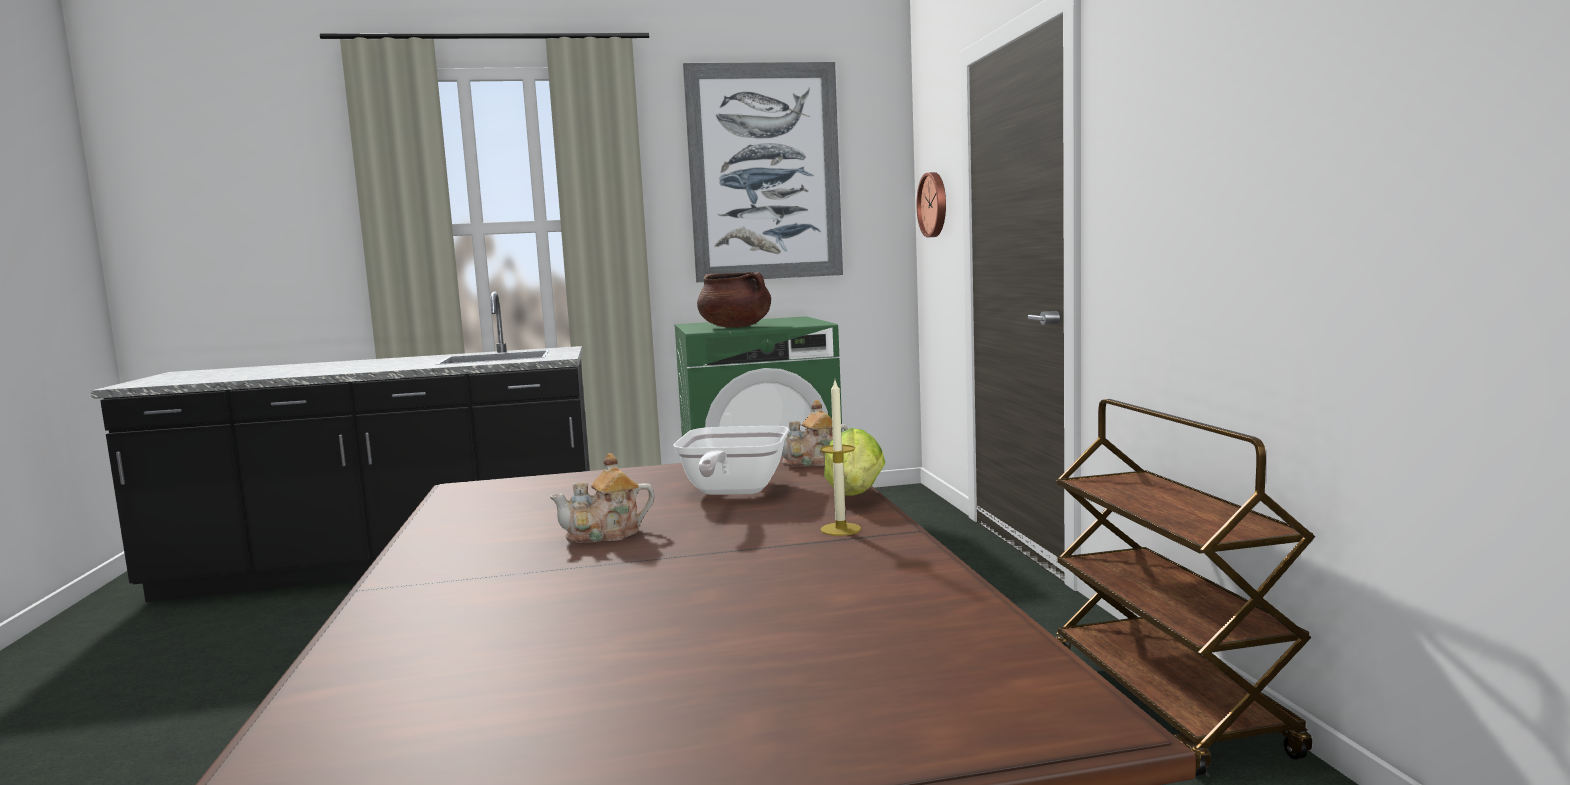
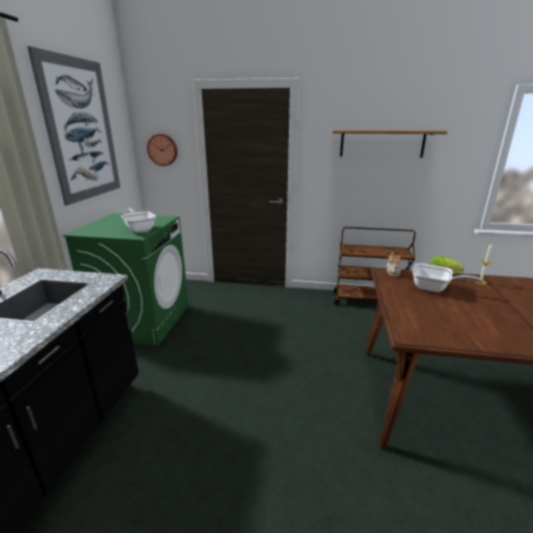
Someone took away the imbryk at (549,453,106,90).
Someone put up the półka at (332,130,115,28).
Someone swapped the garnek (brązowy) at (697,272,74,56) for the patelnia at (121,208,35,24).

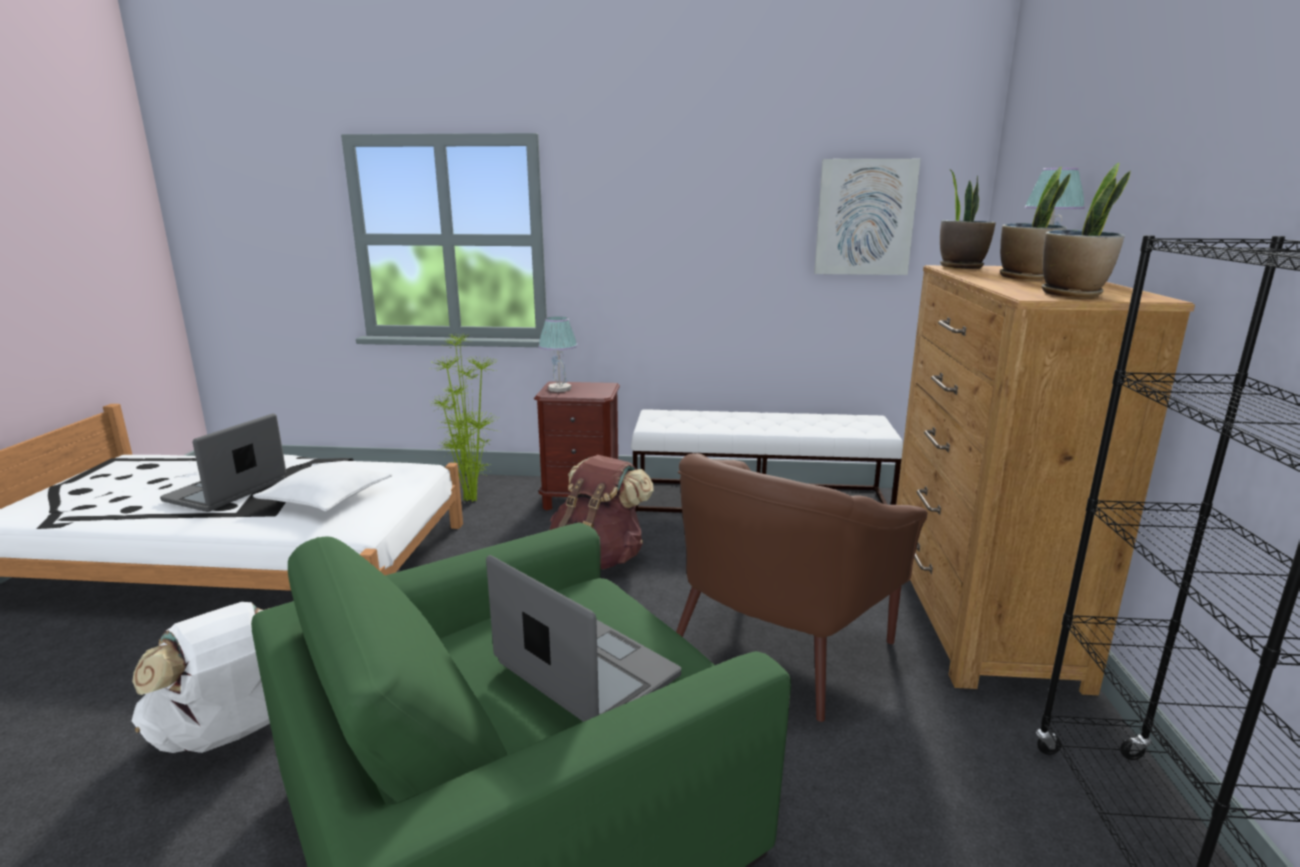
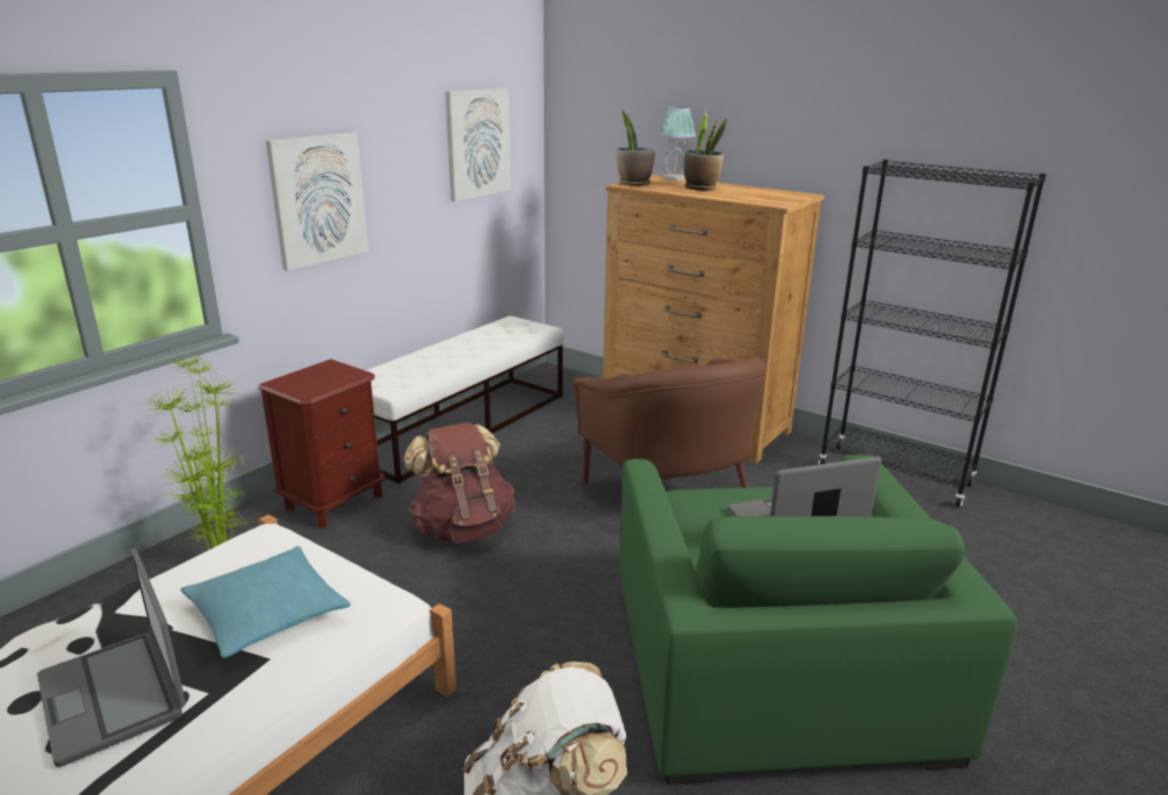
Someone took away the lampa stołowa at (538,316,40,76).
Someone took away the roślina doniczkowa at (1042,163,89,134).
Someone put up the obraz at (266,132,103,139).
Someone repainted the poduszka (biały) at (253,463,139,49), which became the poduszka (turkusowy) at (181,546,170,112).

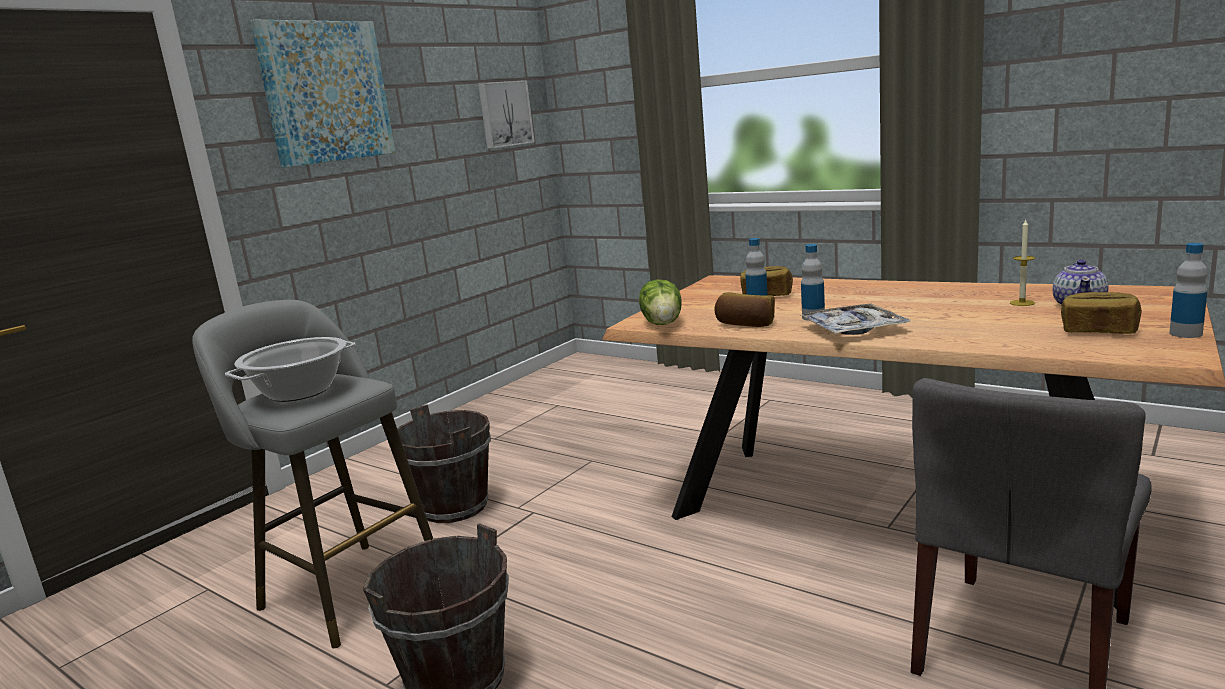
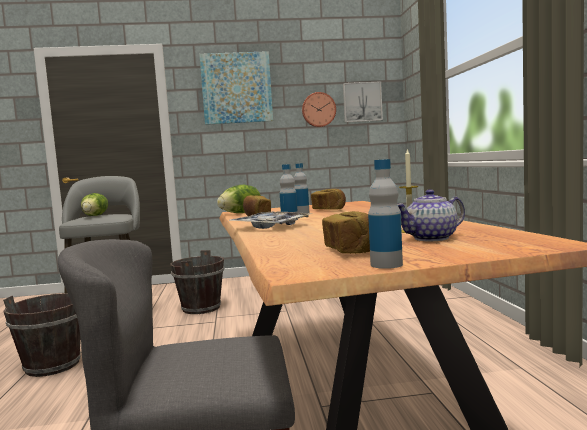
Someone put up the zegar ścienny at (302,92,34,35).
Someone swapped the garnek at (225,337,131,65) for the sałata at (81,193,27,23).

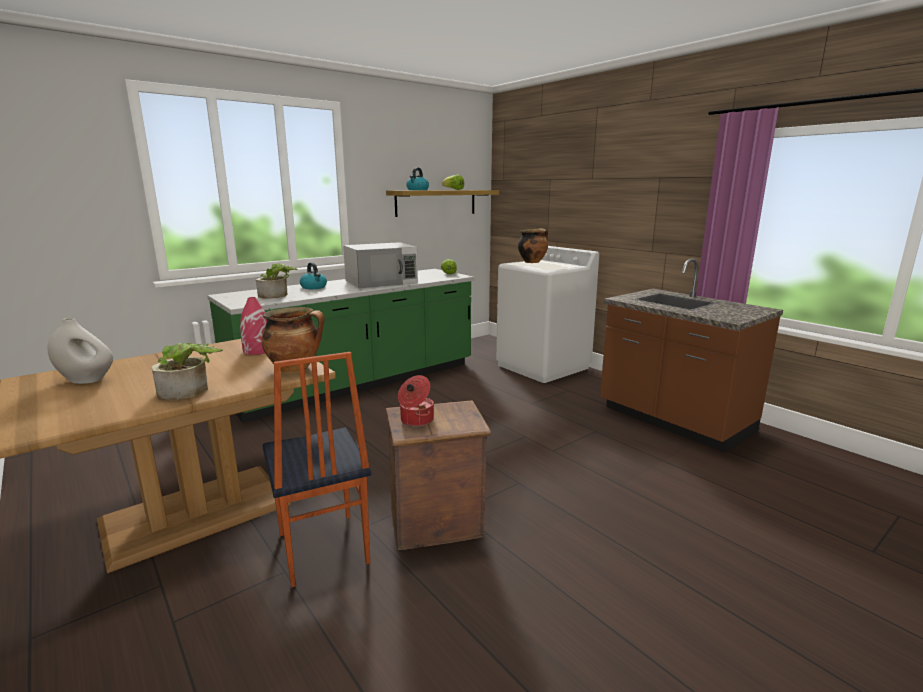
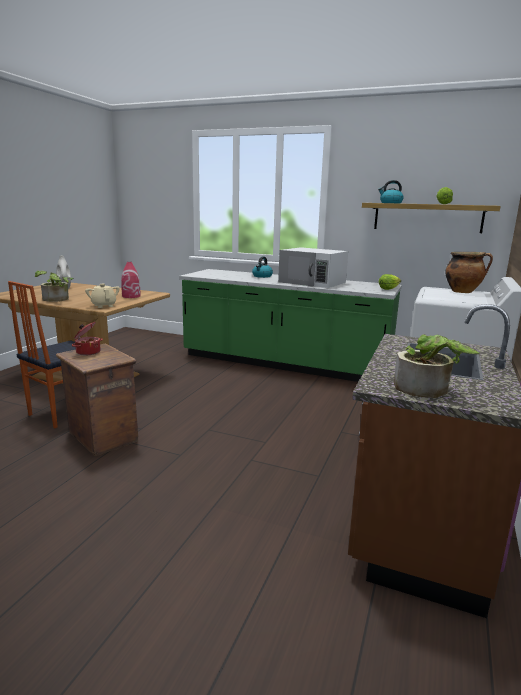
Someone carried the roślina doniczkowa from (256,263,41,36) to (394,334,86,64).
Someone swapped the garnek at (262,307,63,66) for the imbryk (beżowy) at (85,284,35,24).

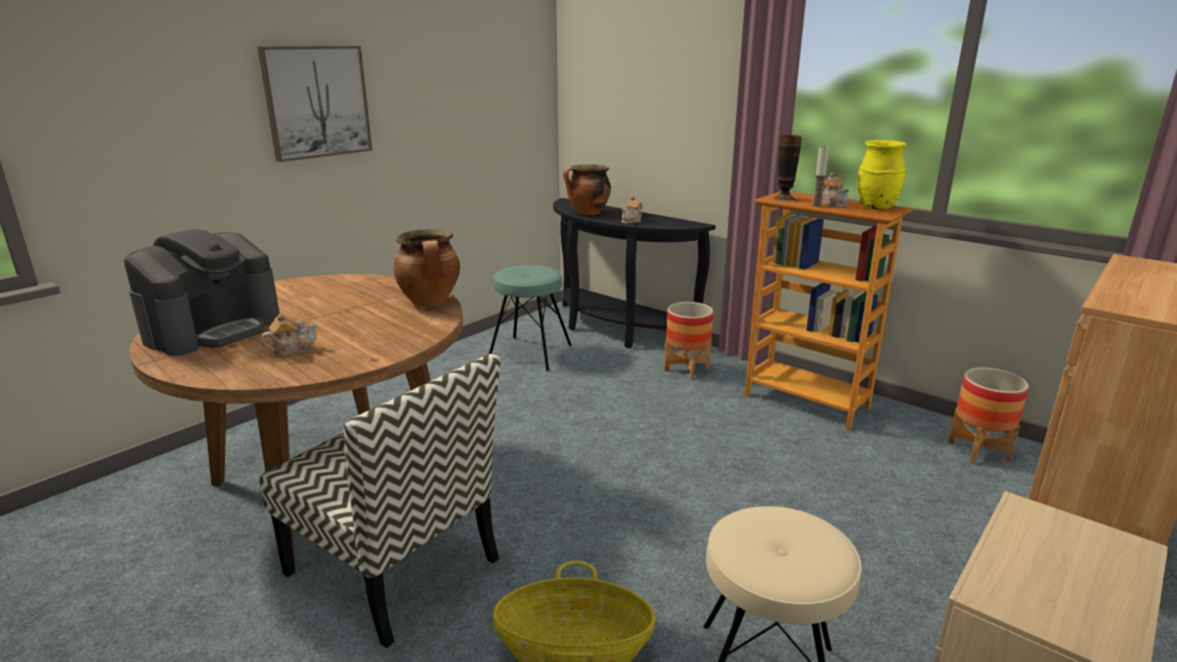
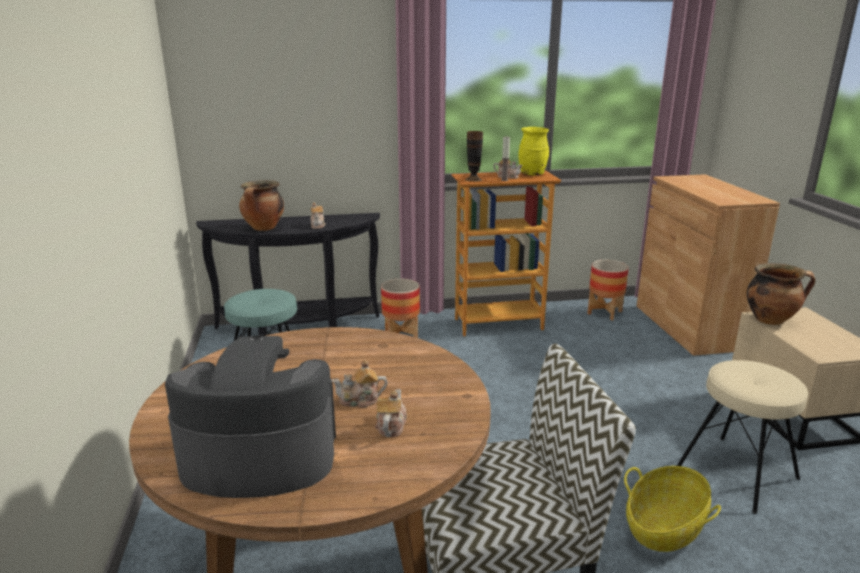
Someone took away the obraz at (258,46,114,116).
Someone put down the imbryk at (332,360,55,48).
Someone carried the garnek from (393,229,67,78) to (747,263,68,62).
Someone rotated the ekspres do kawy at (124,229,156,127) by 75 degrees counterclockwise.

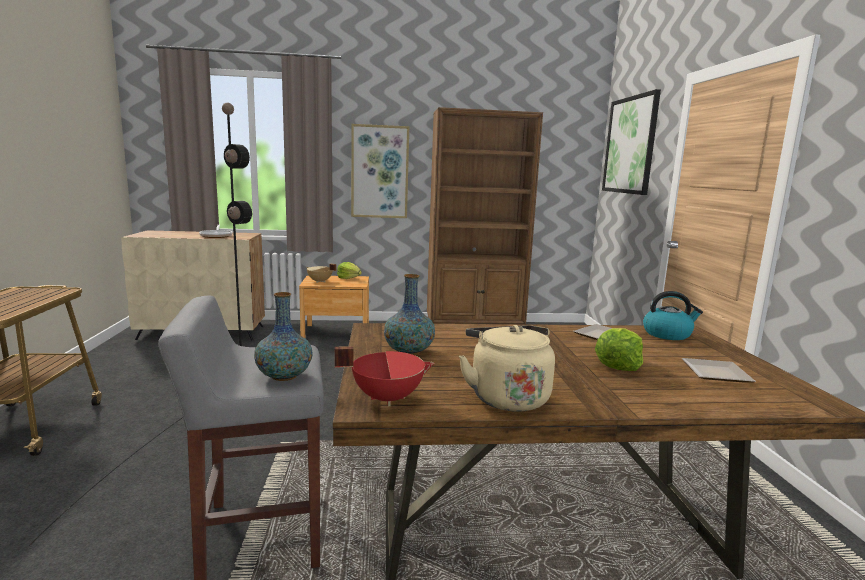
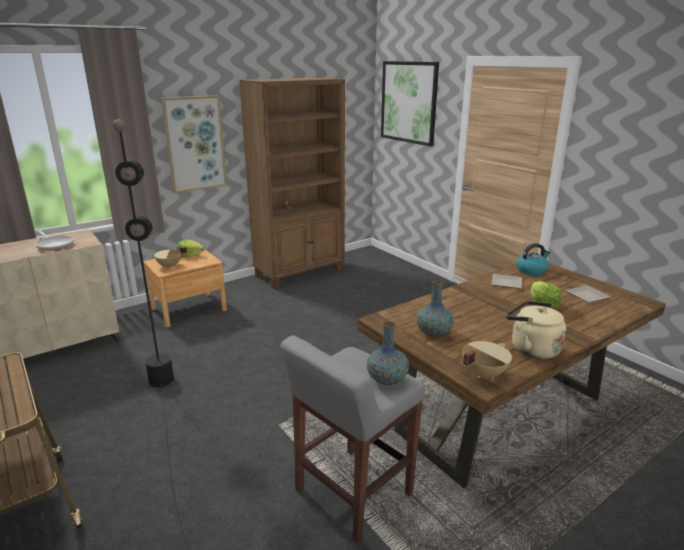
Someone repainted the garnek (czerwony) at (335,346,100,60), which became the garnek (beżowy) at (463,341,49,38).

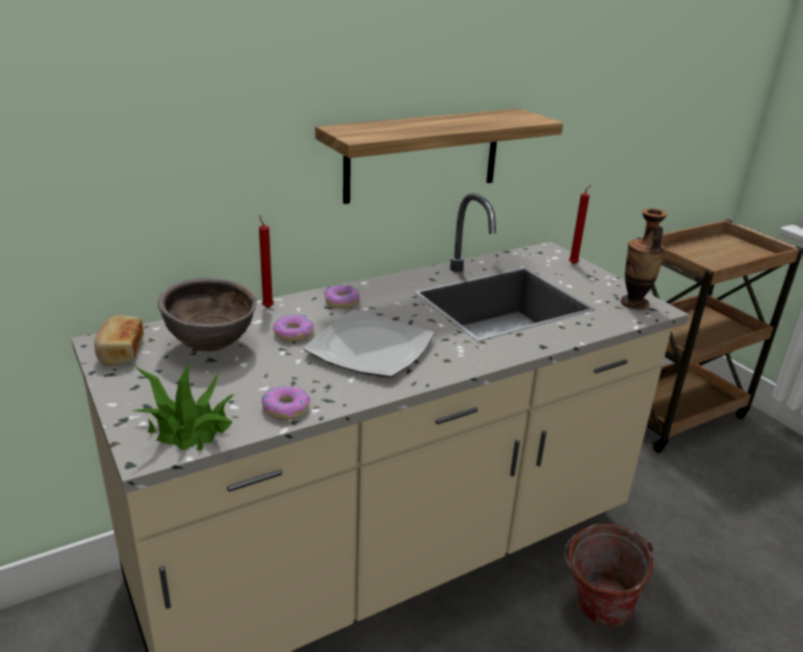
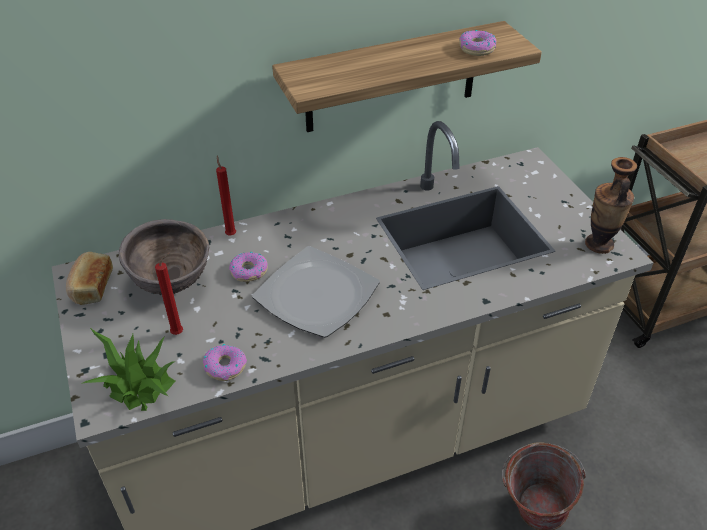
Someone carried the donut from (325,285,35,23) to (459,30,37,26).
Someone carried the świeca (czerwony) from (569,185,22,79) to (155,253,28,82).

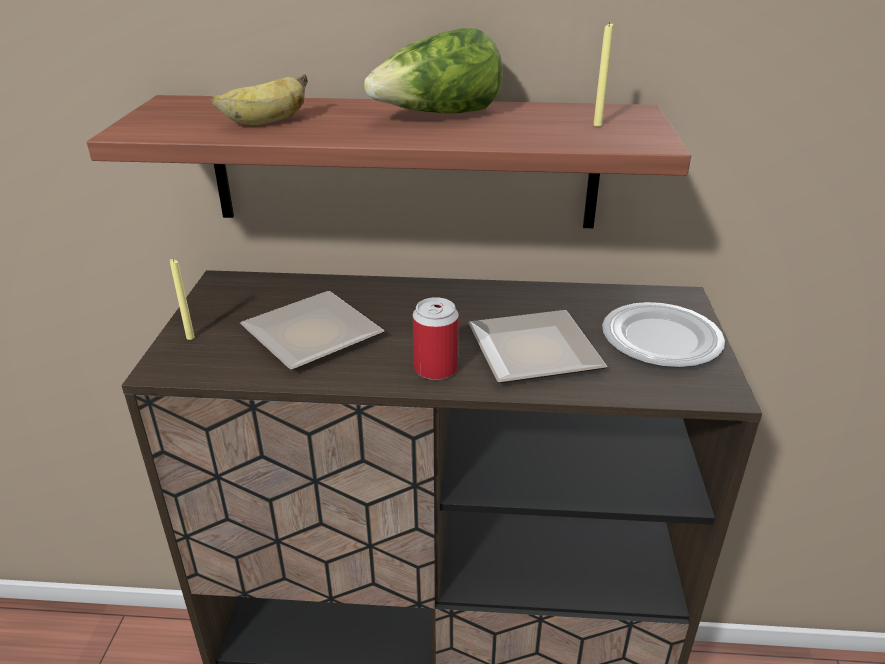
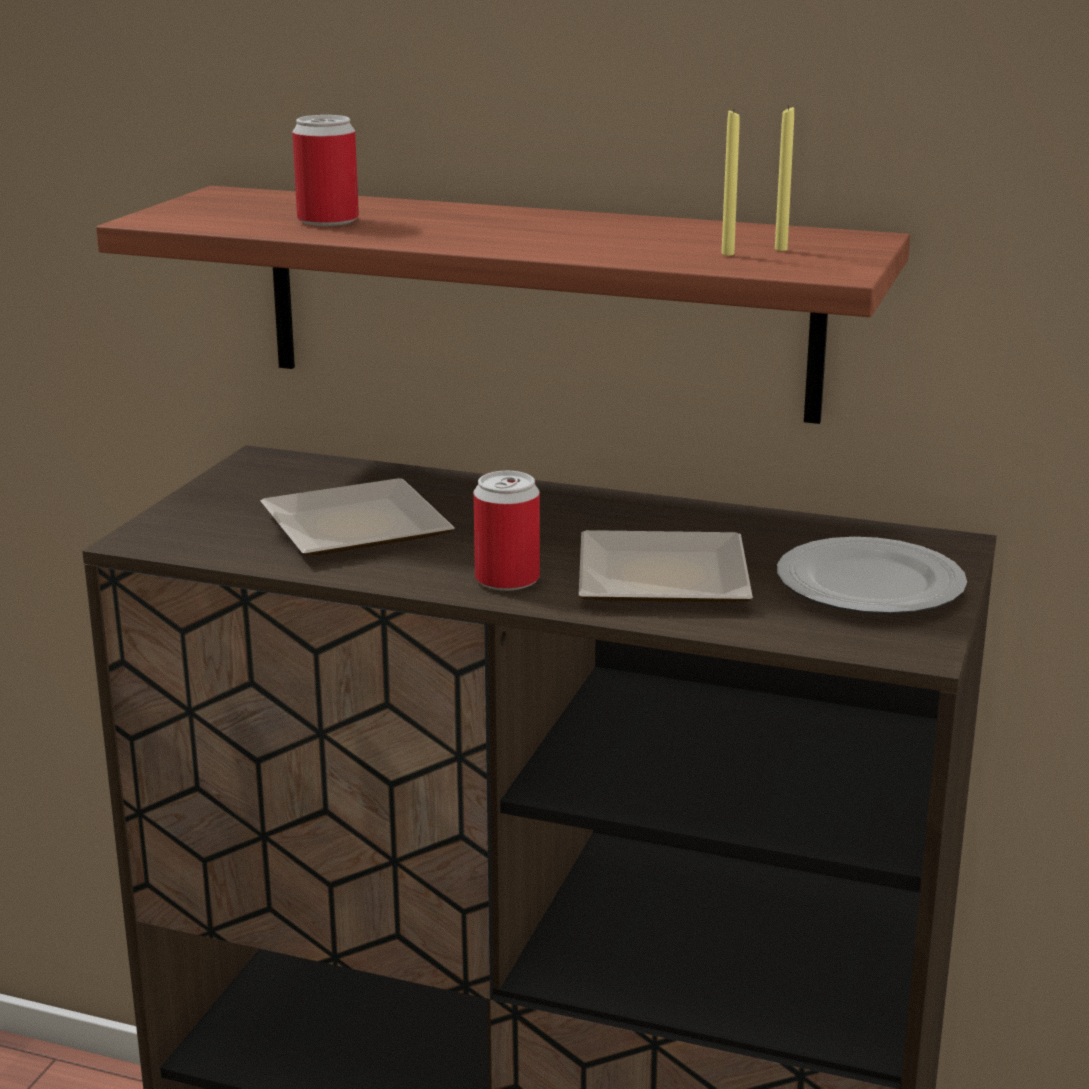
Someone took away the sałata at (364,27,139,87).
Someone carried the świeca (żółty) from (170,258,25,82) to (721,110,18,146).
Someone swapped the banan at (211,74,97,51) for the puszka at (292,115,67,111).

